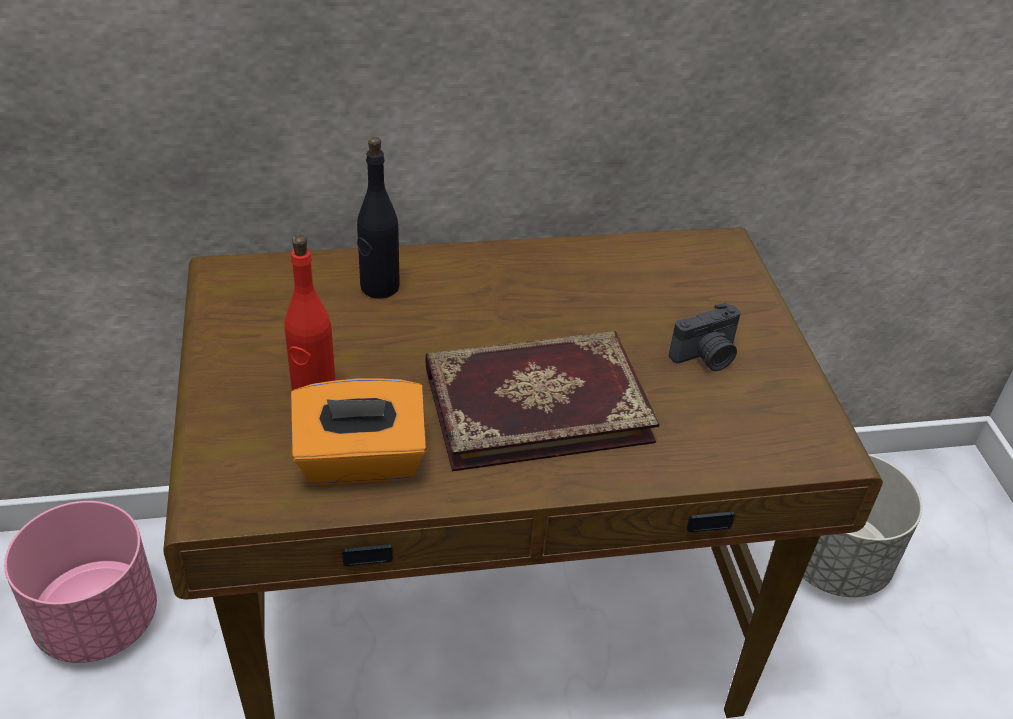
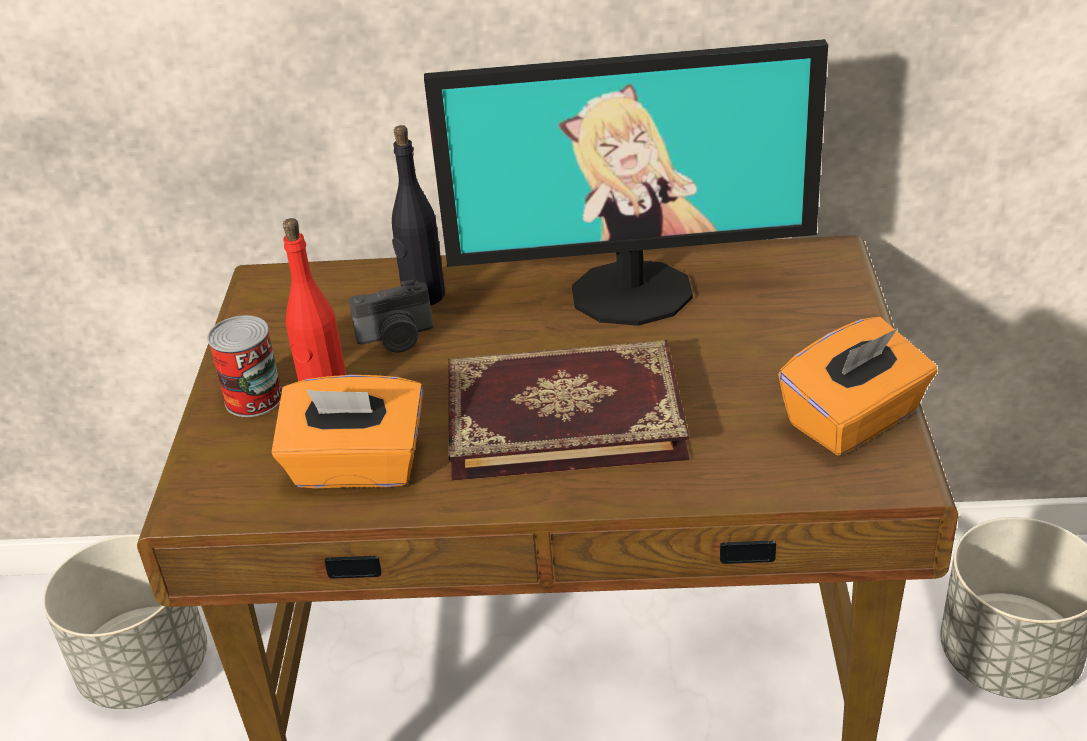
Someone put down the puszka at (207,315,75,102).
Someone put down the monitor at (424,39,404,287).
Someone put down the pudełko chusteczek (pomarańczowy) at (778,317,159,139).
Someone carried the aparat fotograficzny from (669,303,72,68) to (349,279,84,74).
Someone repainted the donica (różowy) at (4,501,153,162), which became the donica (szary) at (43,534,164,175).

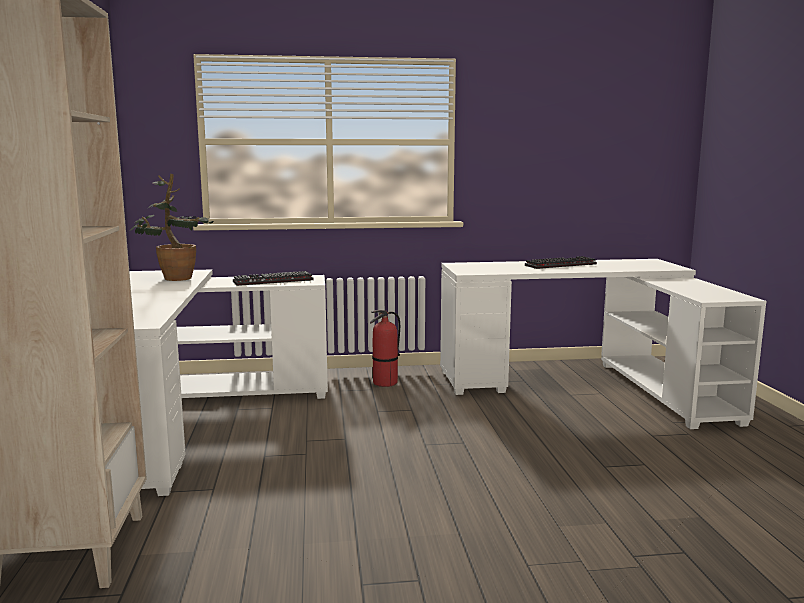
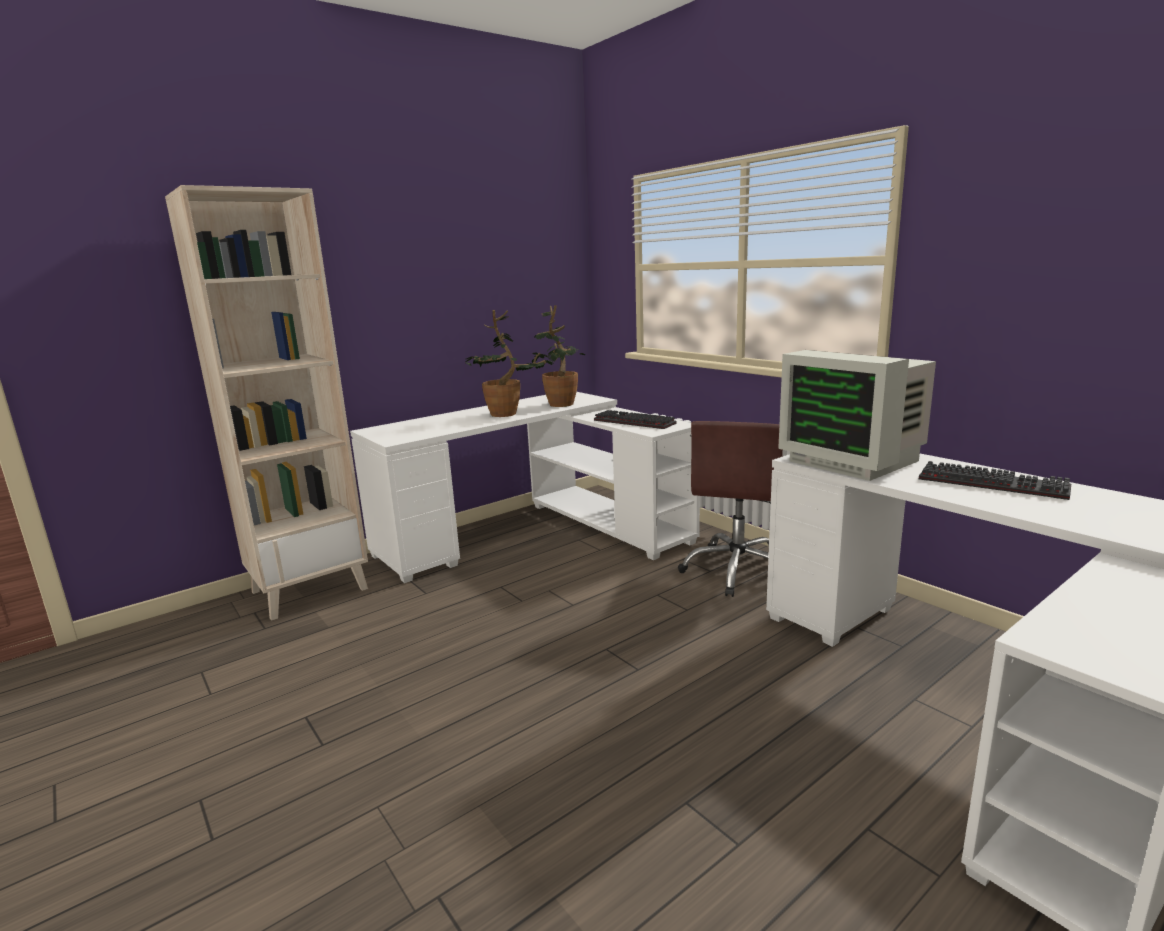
Someone put down the roślina doniczkowa at (465,310,89,107).
Someone put down the monitor at (778,350,158,131).
Someone swapped the gaśnica at (370,310,30,77) for the krzesło biurowe (brązowy) at (678,421,105,176).

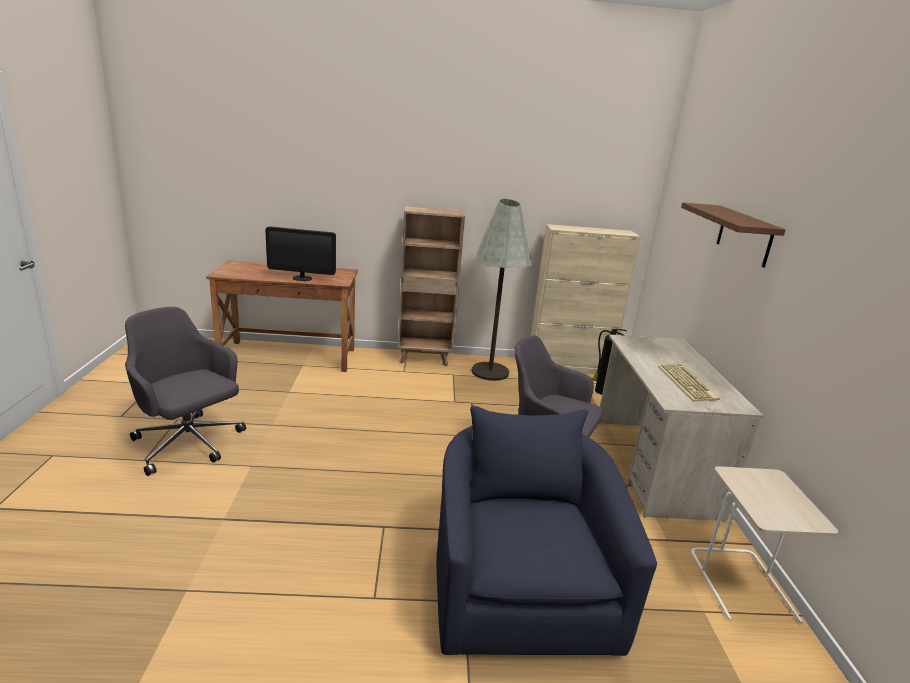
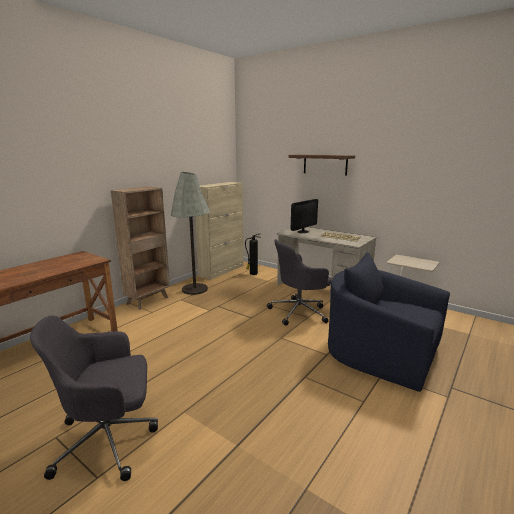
Someone carried the monitor from (265,226,71,55) to (291,199,27,34).

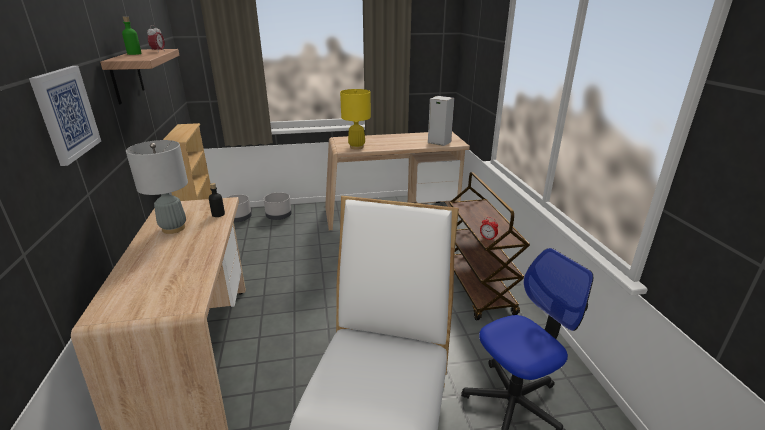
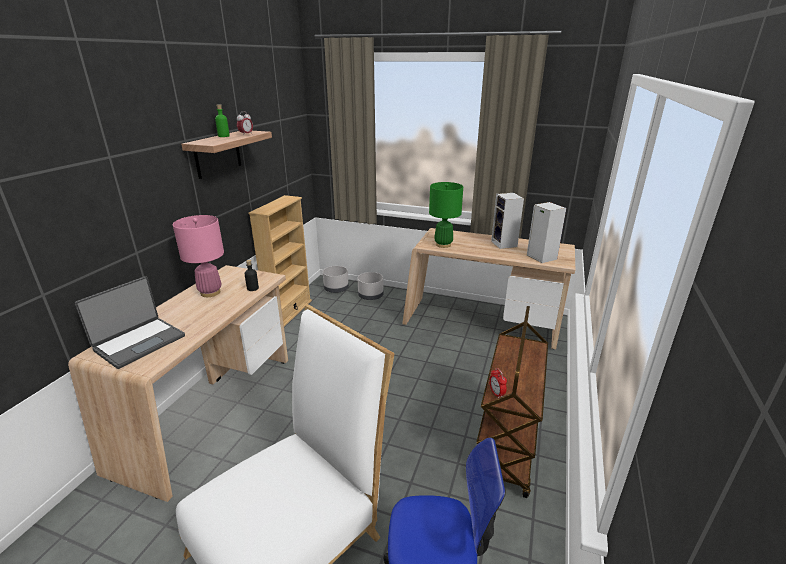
Someone took away the obraz at (29,66,72,100).
Someone put down the laptop at (75,276,110,93).
Someone put down the głośnik at (491,193,33,56).
Someone repainted the lampa stołowa (szary) at (126,140,62,94), which became the lampa stołowa (różowy) at (173,215,51,82).
Someone repainted the lampa stołowa (żółty) at (340,89,31,61), which became the lampa stołowa (zielony) at (429,182,34,66).

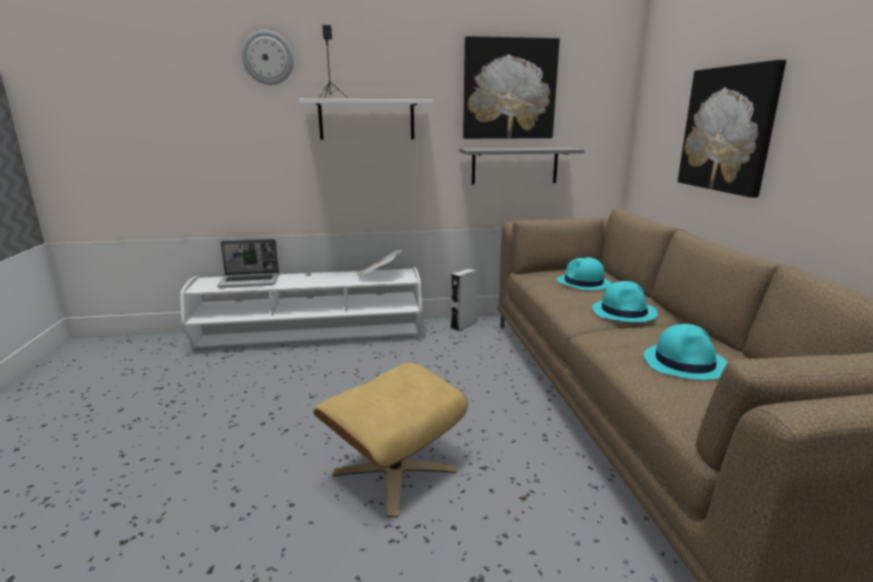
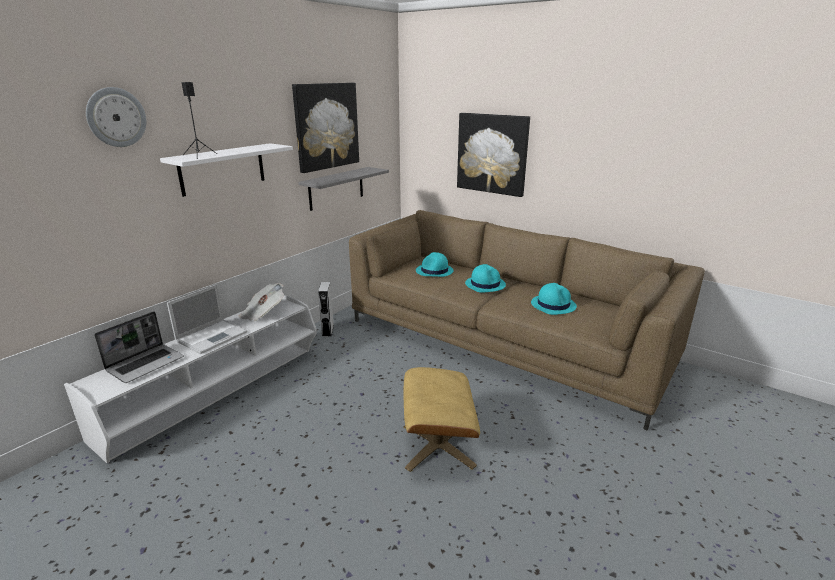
Someone put down the laptop at (167,284,80,70).

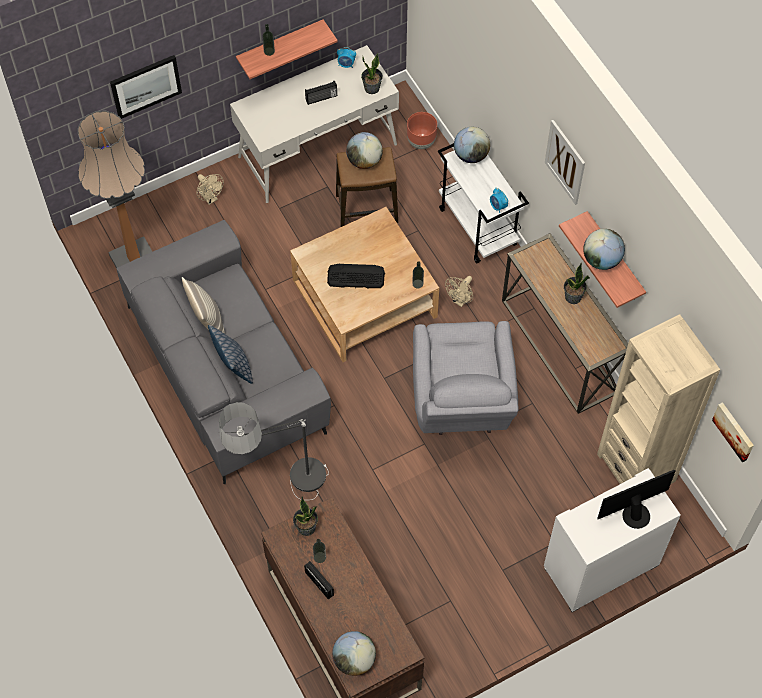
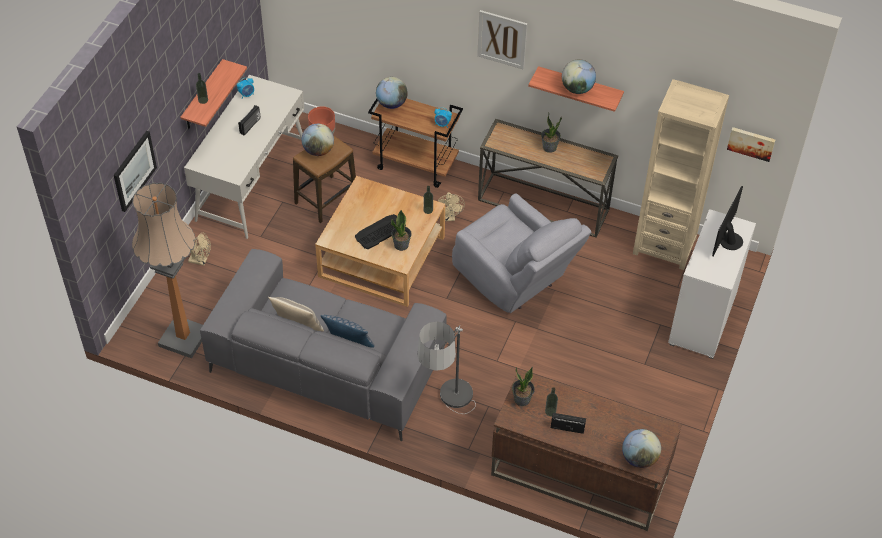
Someone carried the roślina doniczkowa from (361,53,22,41) to (391,210,21,41).
Someone repainted the wózek (biały) at (438,143,91,120), which became the wózek (brązowy) at (368,98,95,90).

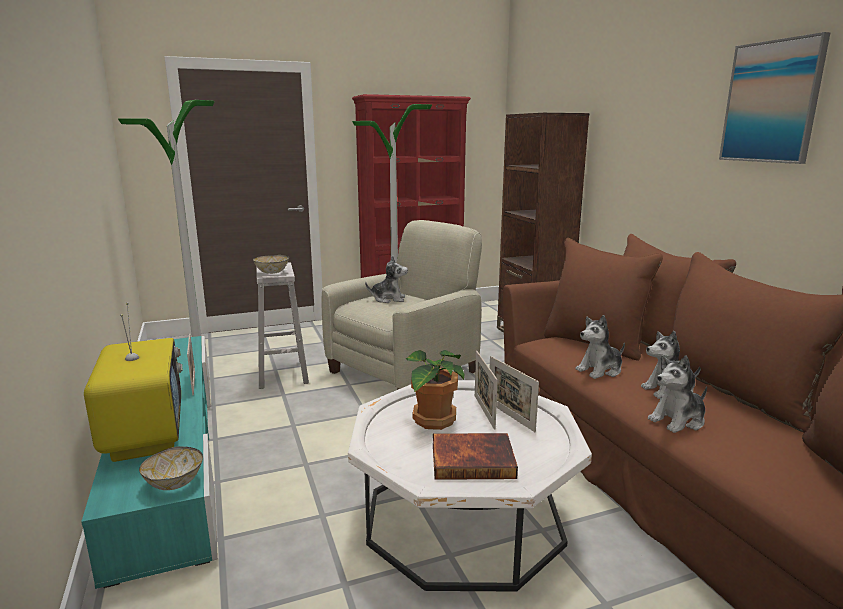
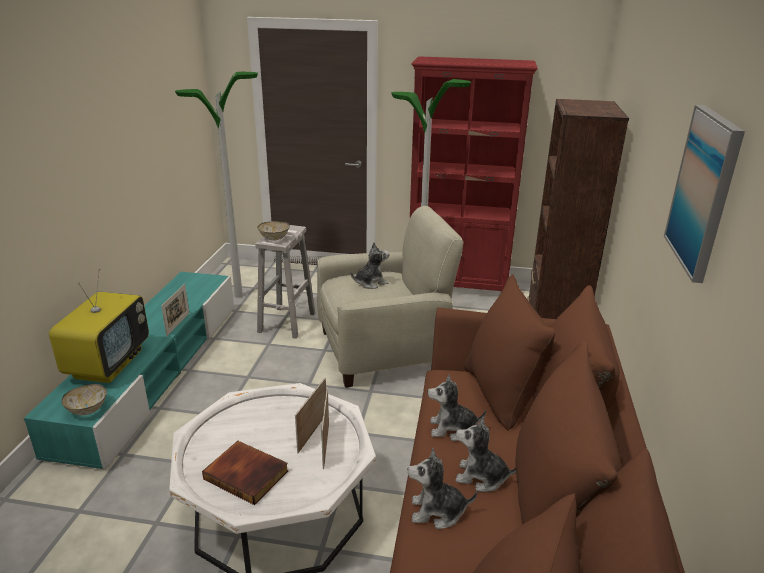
Someone took away the roślina doniczkowa at (405,350,60,80).
Someone rotated the pluszak at (365,255,43,48) by 60 degrees counterclockwise.

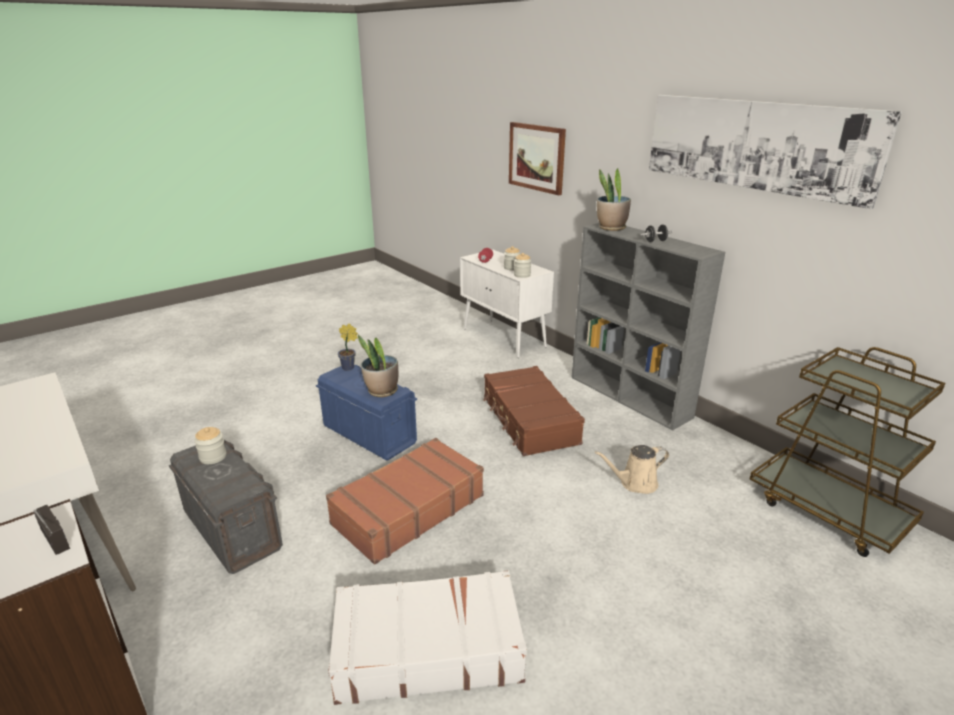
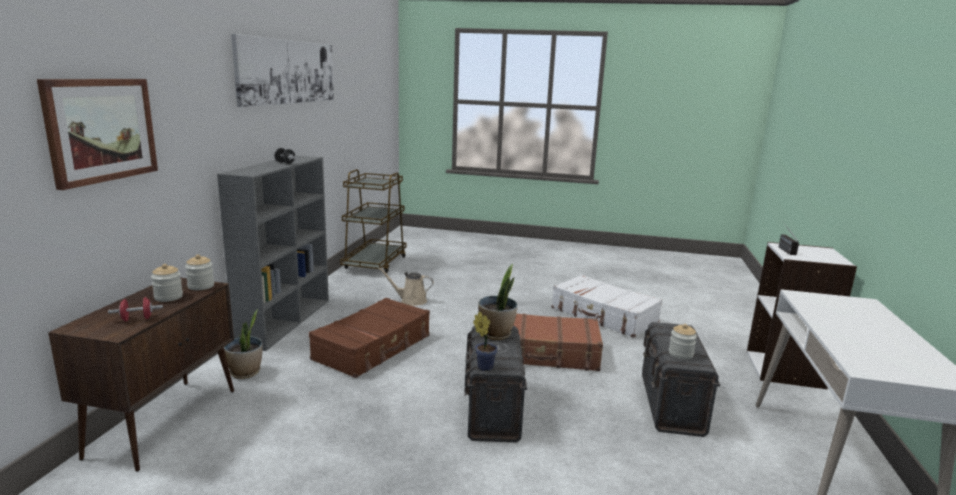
Someone carried the roślina doniczkowa from (597,168,34,63) to (224,309,39,70).
Someone repainted the pojemnik do przechowywania (niebieski) at (316,364,101,97), which became the pojemnik do przechowywania (szary) at (464,325,63,117).
Someone repainted the szafka (biały) at (460,250,94,108), which became the szafka (brązowy) at (48,278,186,194).
Someone rotated the konewka (beżowy) at (595,445,74,49) by 150 degrees clockwise.

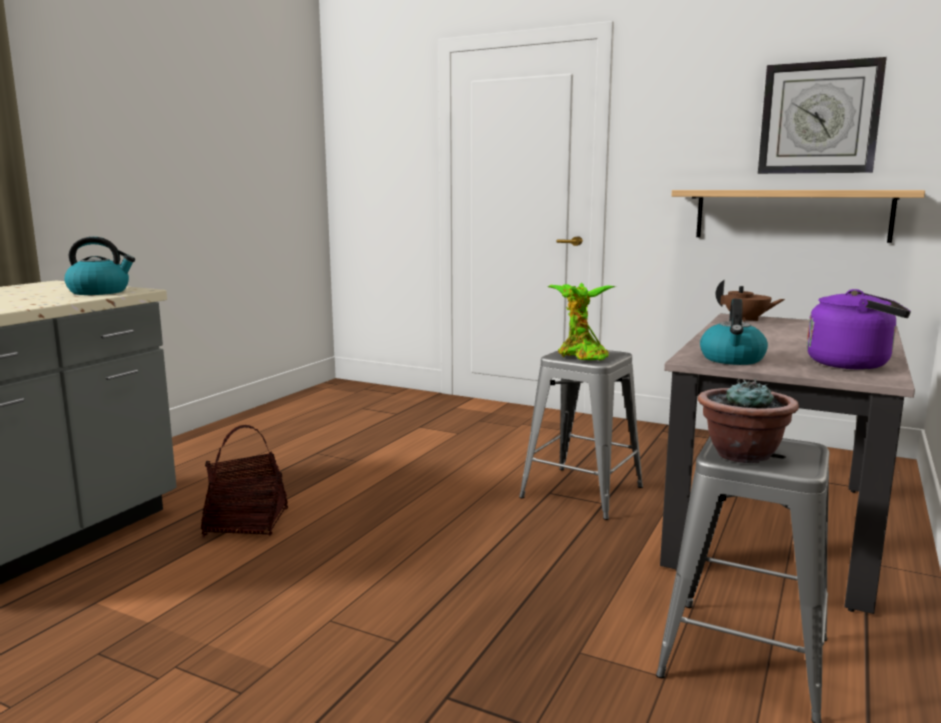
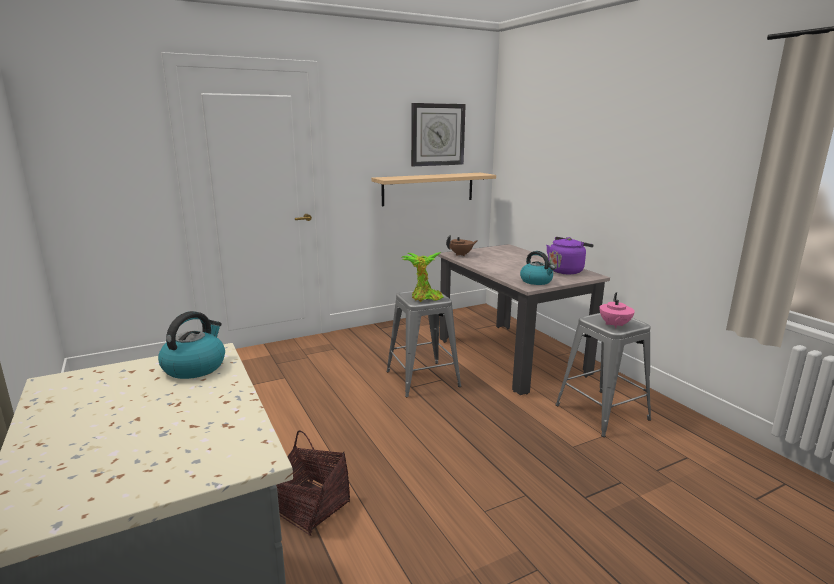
Someone swapped the roślina doniczkowa at (698,379,101,84) for the imbryk (różowy) at (599,292,36,36).

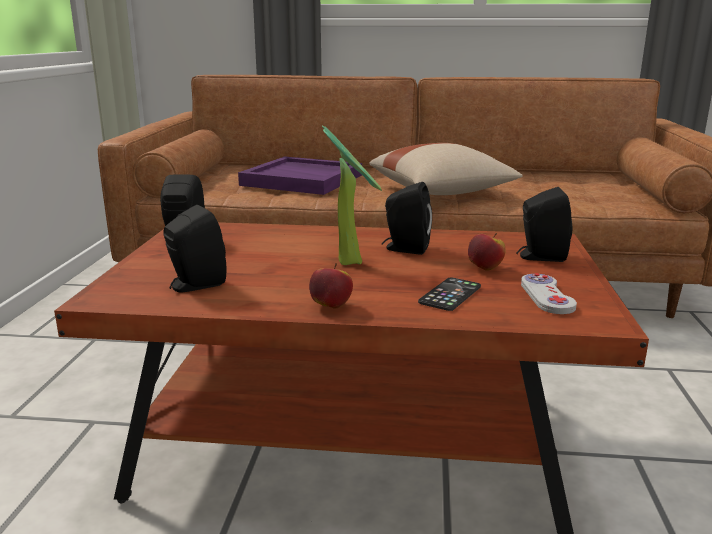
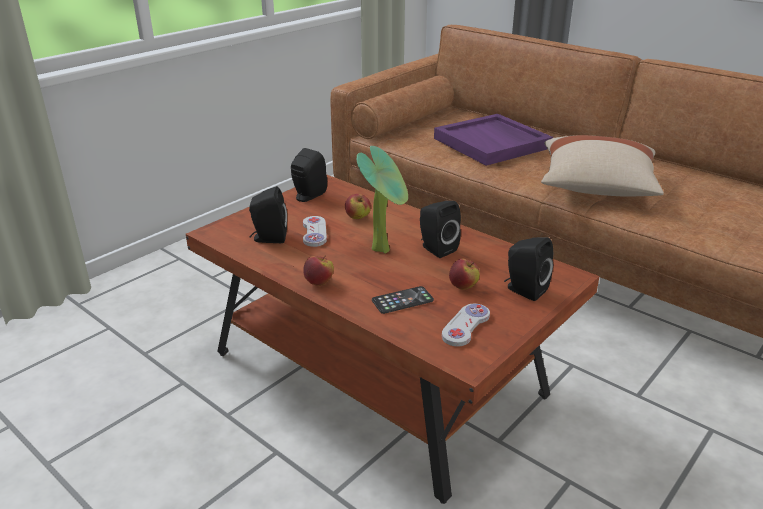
Someone put down the pad do gier (biały) at (303,216,24,31).
Someone put down the jabłko at (345,194,26,25).

